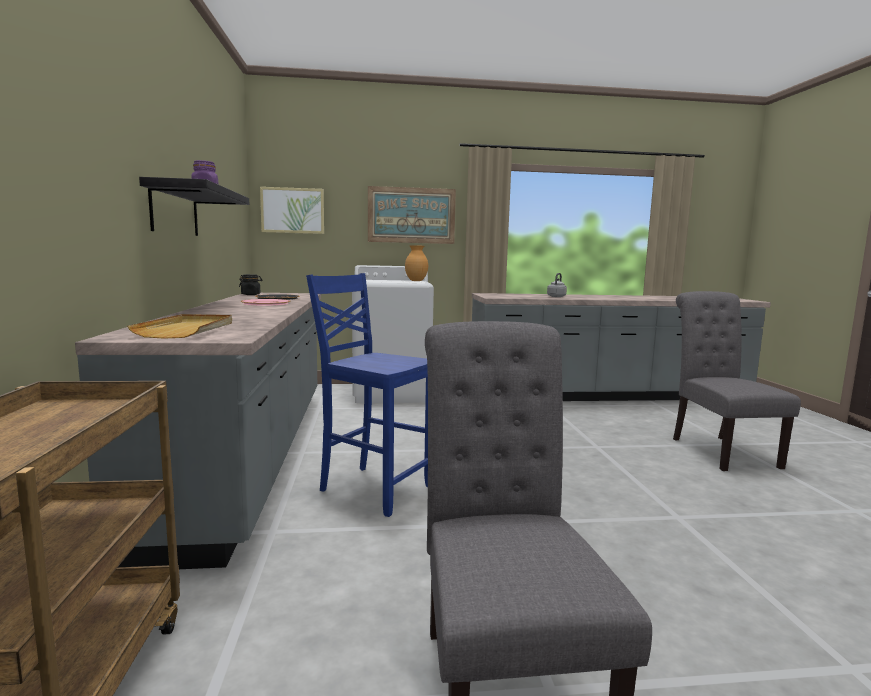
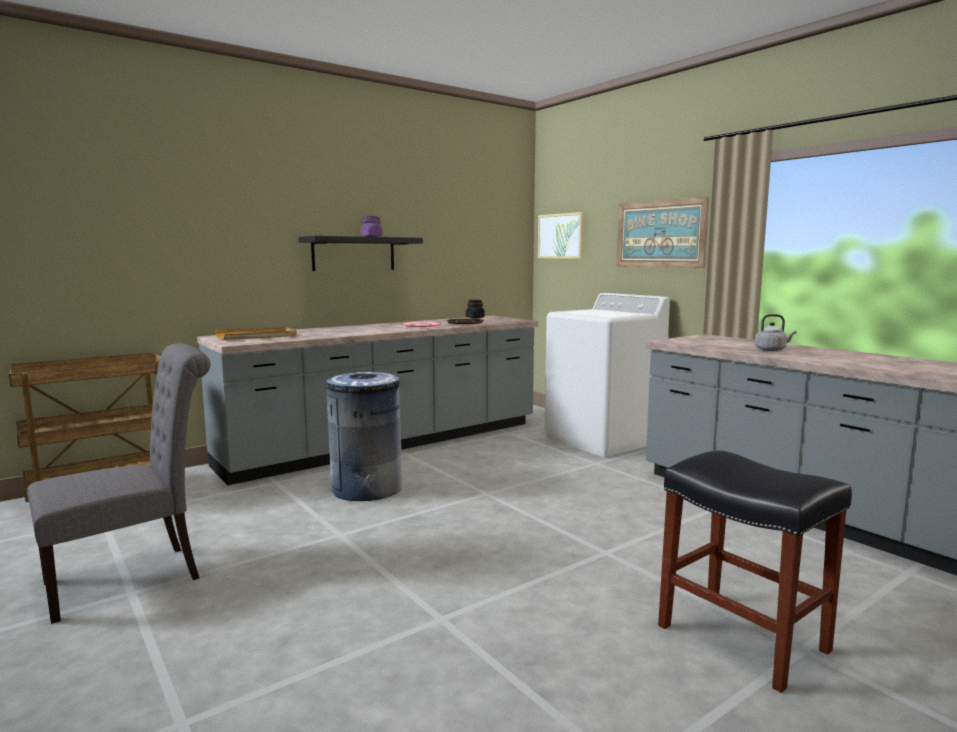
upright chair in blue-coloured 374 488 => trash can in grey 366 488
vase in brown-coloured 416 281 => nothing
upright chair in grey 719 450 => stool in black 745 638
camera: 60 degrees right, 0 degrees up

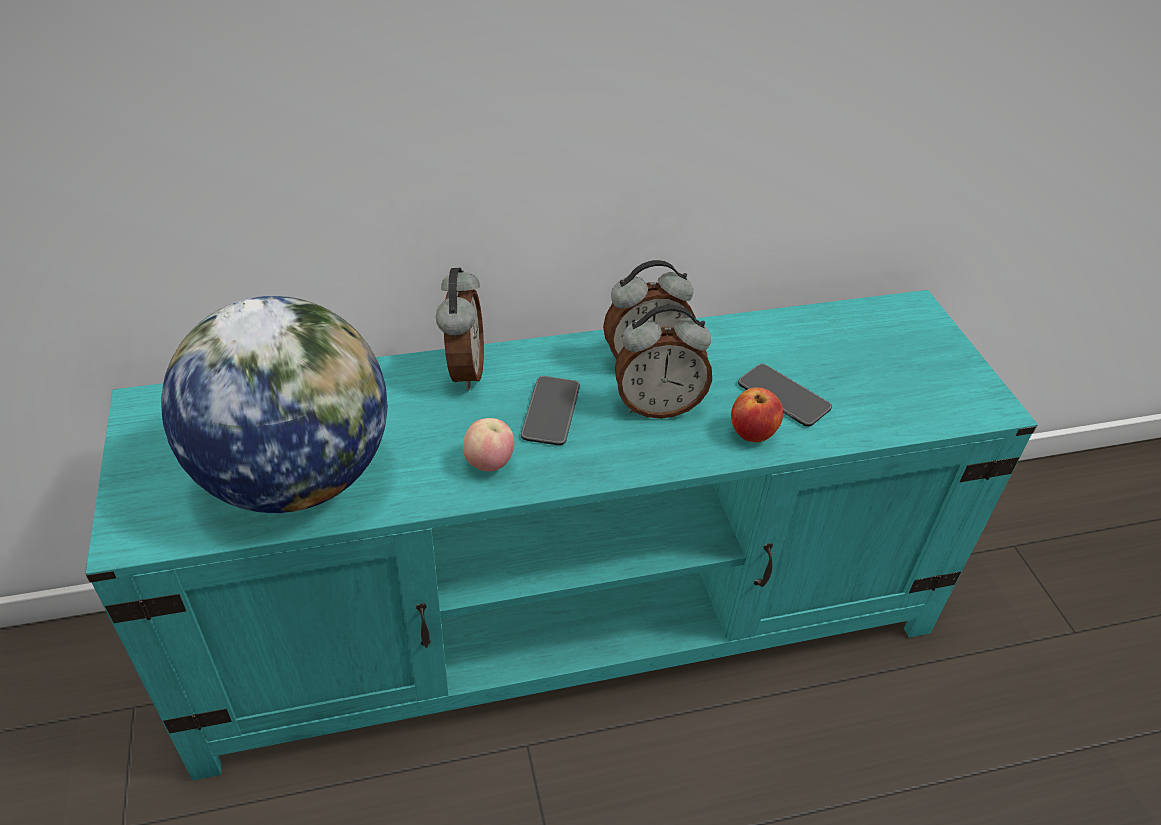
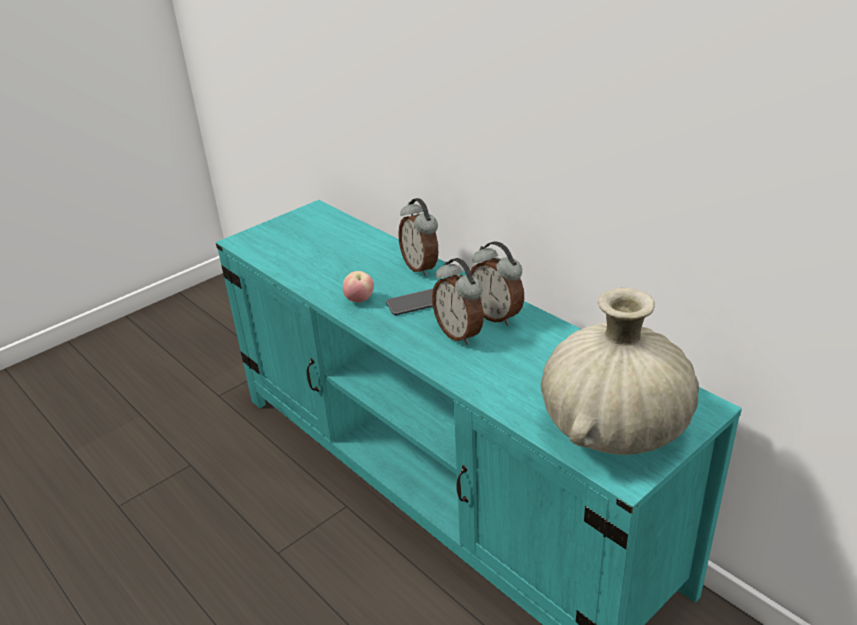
desk globe 295 477 => nothing
alarm clock 463 371 => alarm clock 421 267, 90 degrees clockwise
apple 752 433 => nothing
phone 783 396 => nothing
nothing => vase in beige-coloured 613 428
camera: 65 degrees right, 10 degrees down

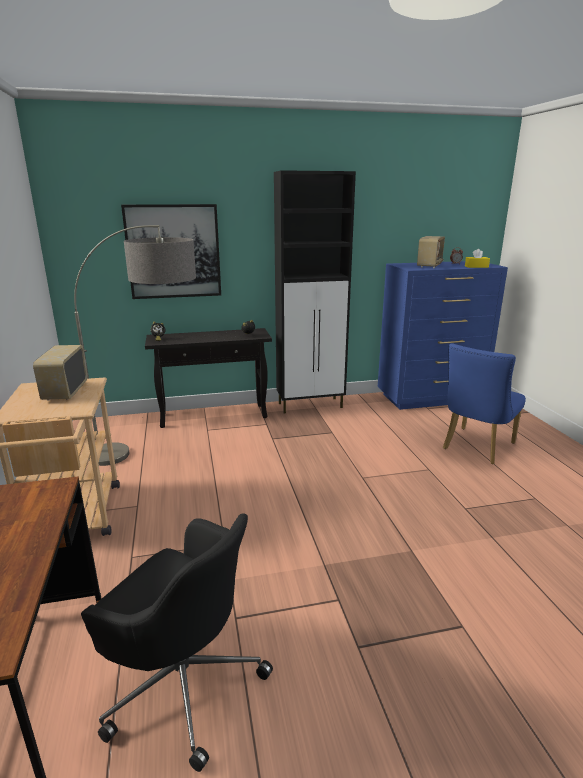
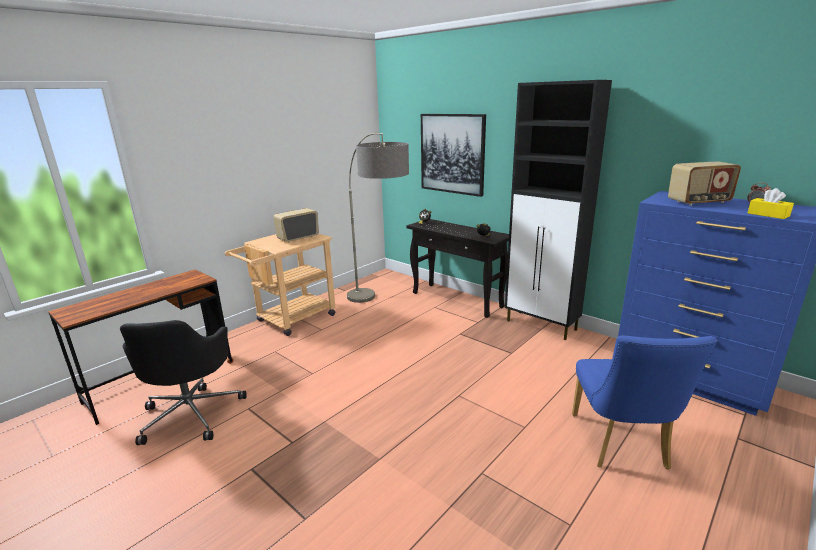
upright chair in blue-coloured 475 447 => upright chair in blue-coloured 621 446, 90 degrees counterclockwise
camera: 55 degrees right, 0 degrees up

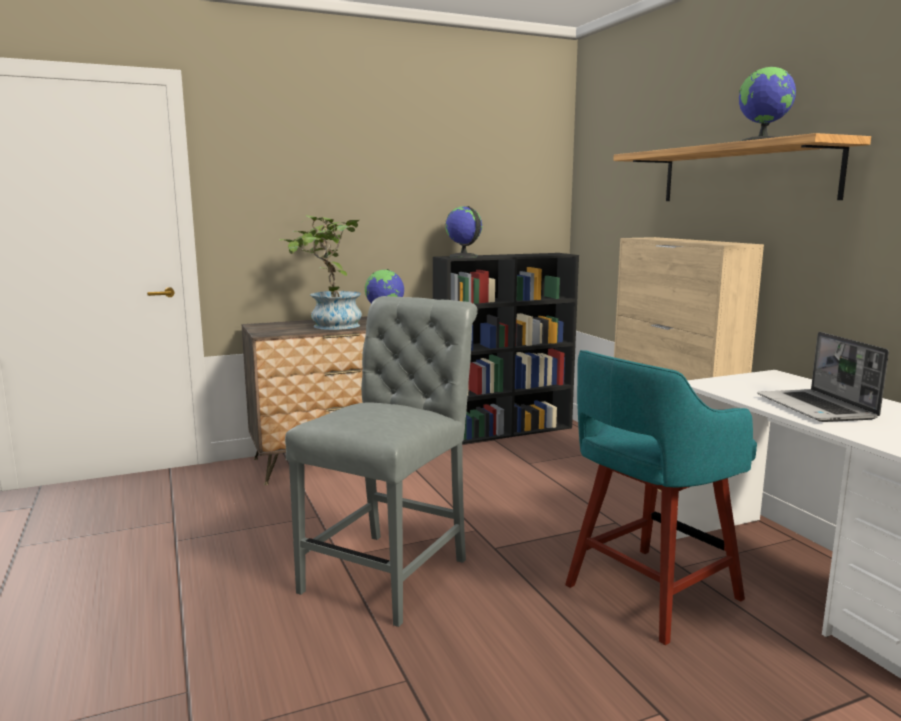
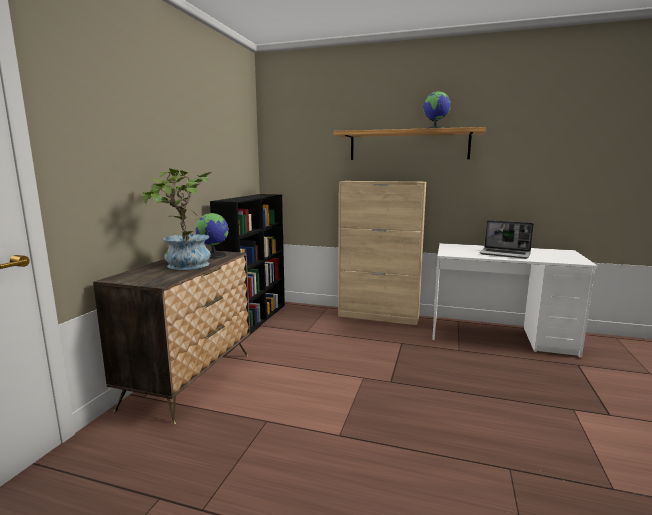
upright chair in grey 392 571 => nothing
desk globe 463 256 => nothing
stool in turquoise-coloured 648 594 => nothing
camera: 50 degrees left, 0 degrees up

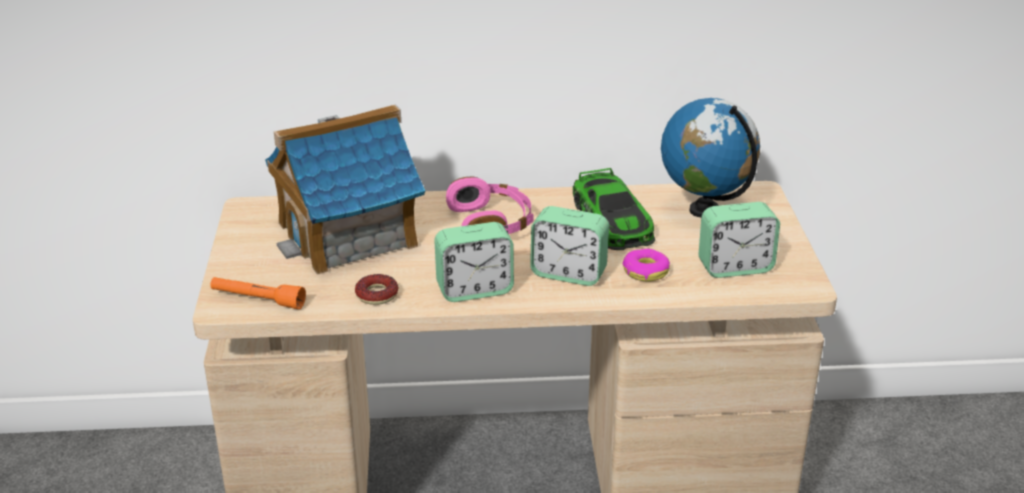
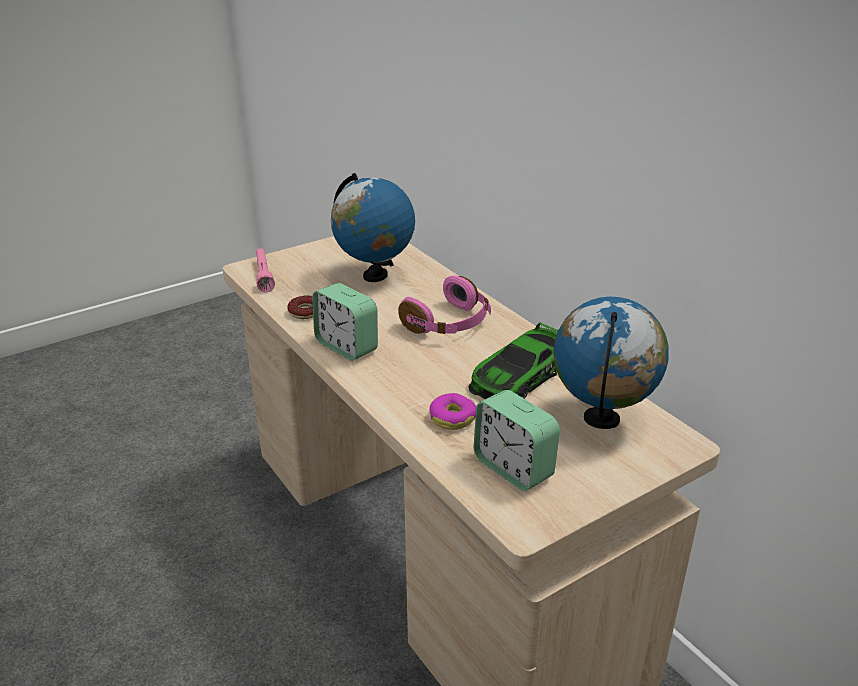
flashlight in orange 258 300 => flashlight in pink-coloured 264 275
miniature house 348 234 => desk globe 375 276
alarm clock 568 273 => nothing
camera: 60 degrees right, 0 degrees up

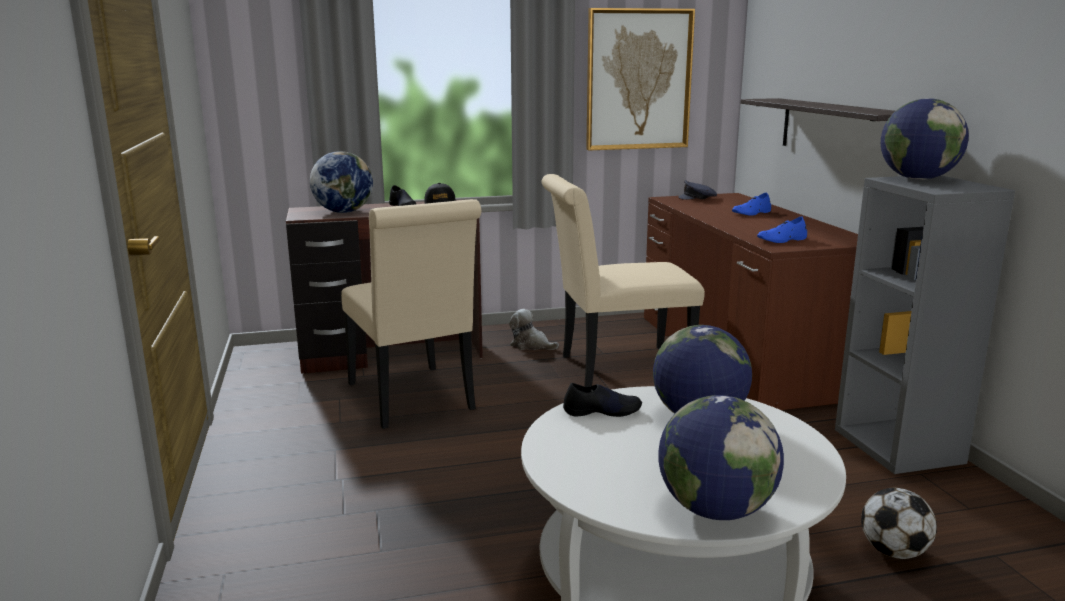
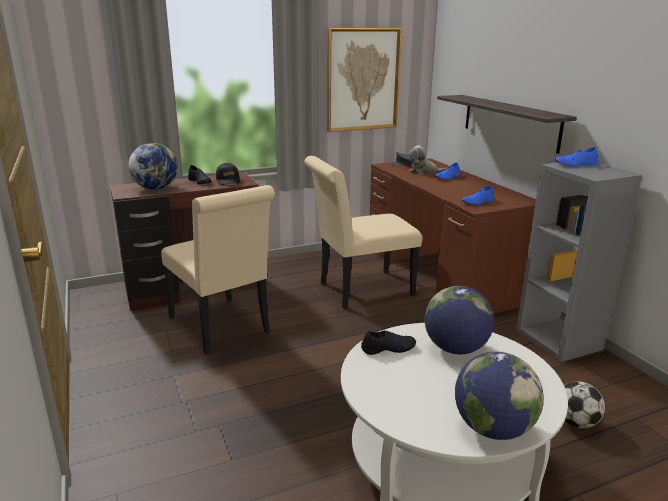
plush toy 531 345 => plush toy 423 172, shifted
desk globe 917 179 => shoe in blue-coloured 576 165
camera: 10 degrees left, 5 degrees up

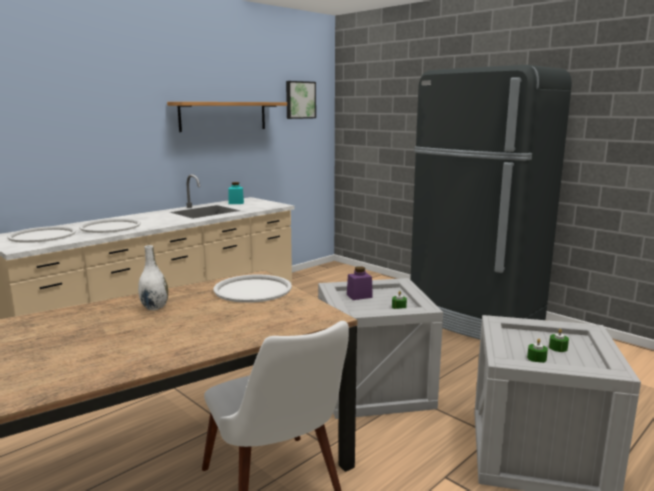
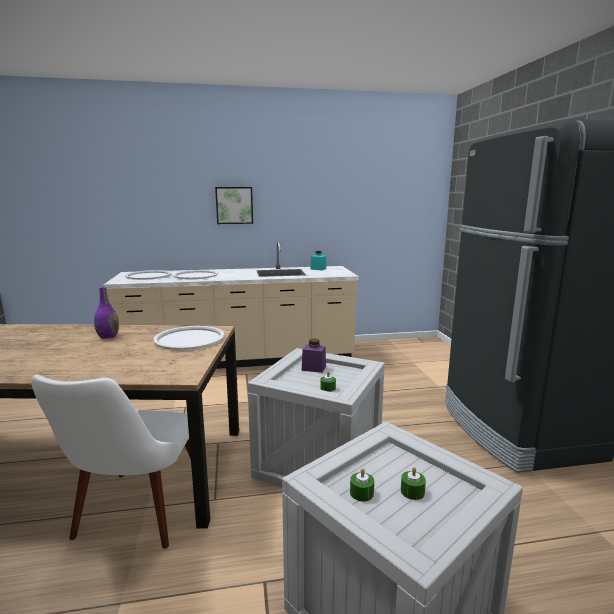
vase in white 154 307 => vase in purple 108 336
wall shelf 223 116 => nothing
wall picture 300 100 => wall picture 234 205, shifted
camera: 35 degrees right, 0 degrees up

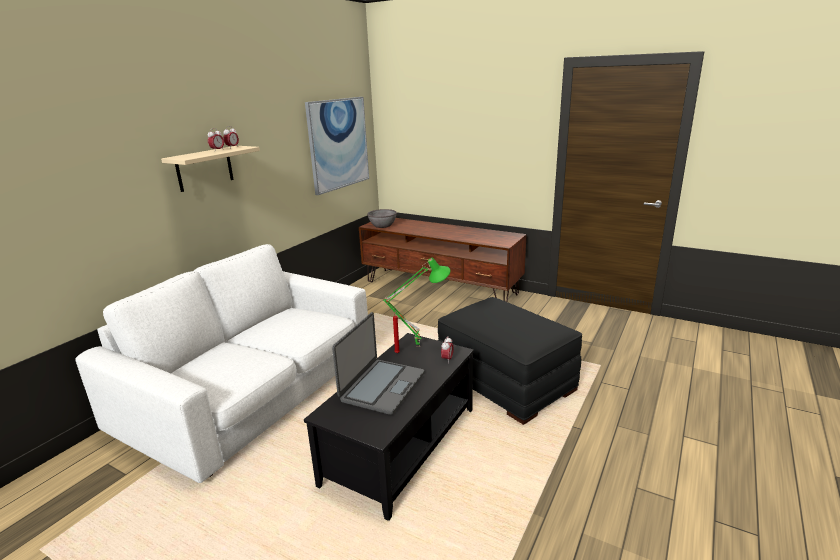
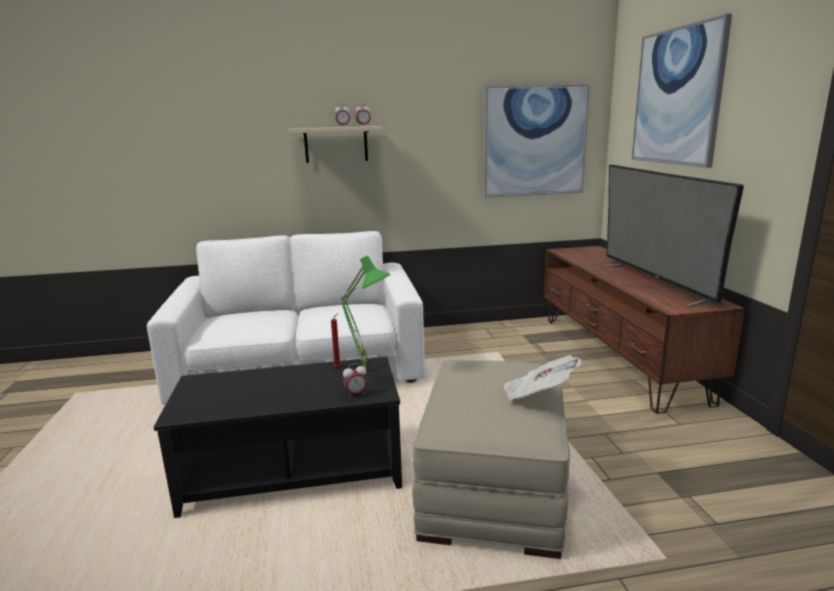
notebook computer 382 387 => nothing
bowl in grey 382 225 => nothing
pouffe in black 506 381 => pouffe in beige-coloured 494 486
nothing => daily paper 538 395
nothing => TV set 654 282
nothing => wall picture 677 97
camera: 50 degrees right, 5 degrees down

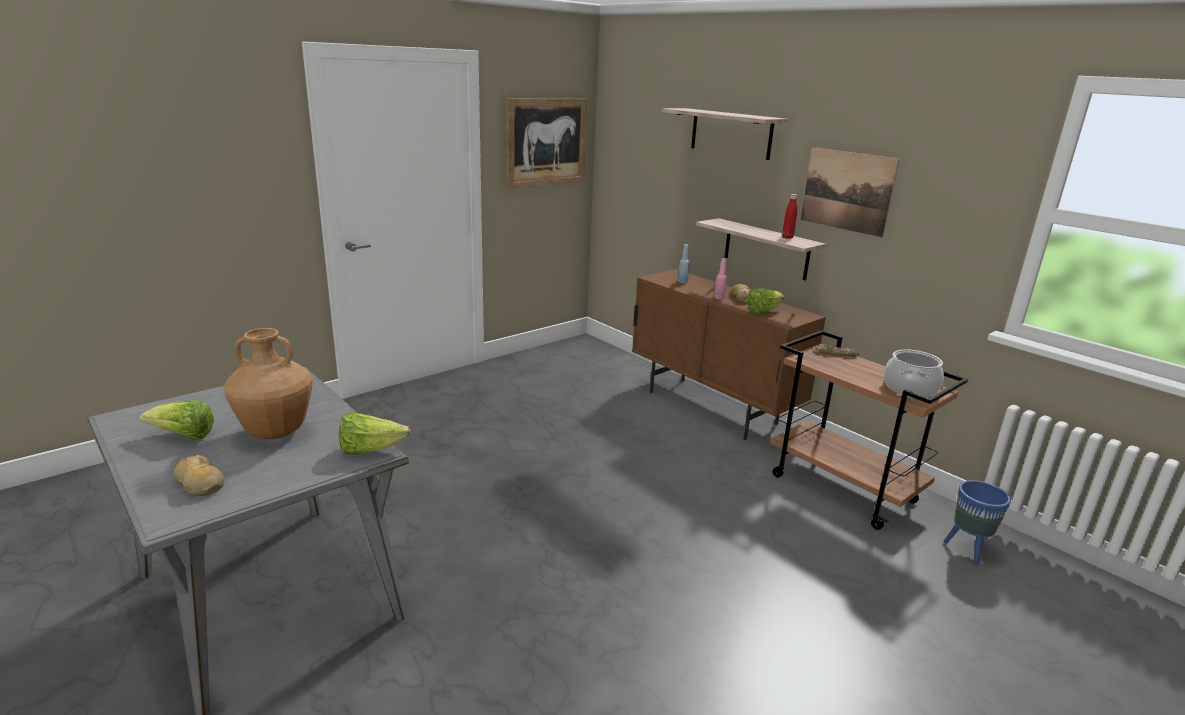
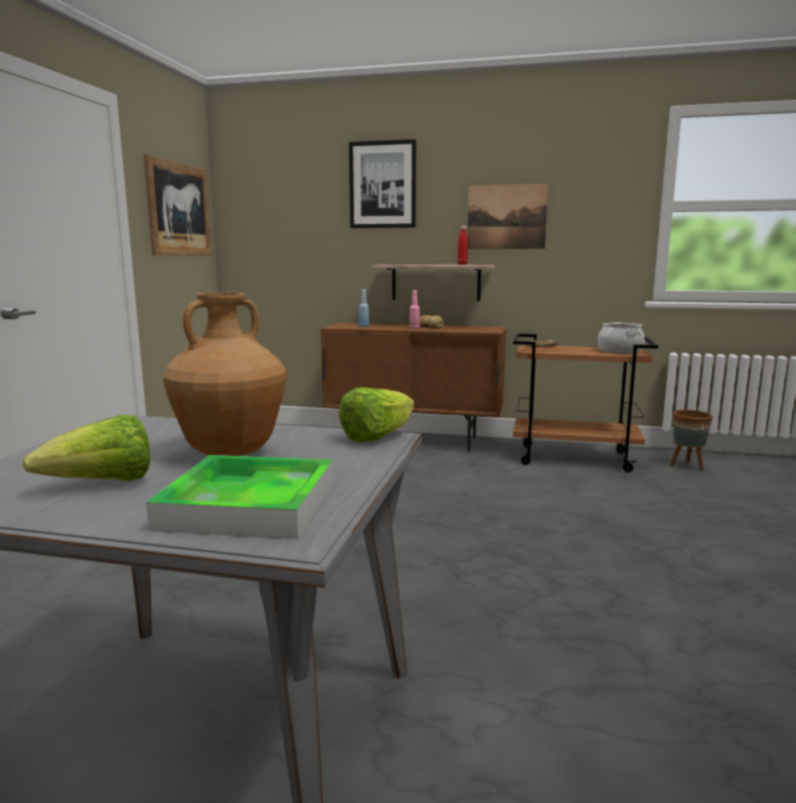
baked bread 200 484 => serving tray 249 505
wall shelf 731 133 => wall picture 382 185
head of lettuce 763 311 => nothing
flower pot in blue-coloured 966 550 => flower pot in brown-coloured 687 466
camera: 35 degrees left, 10 degrees down

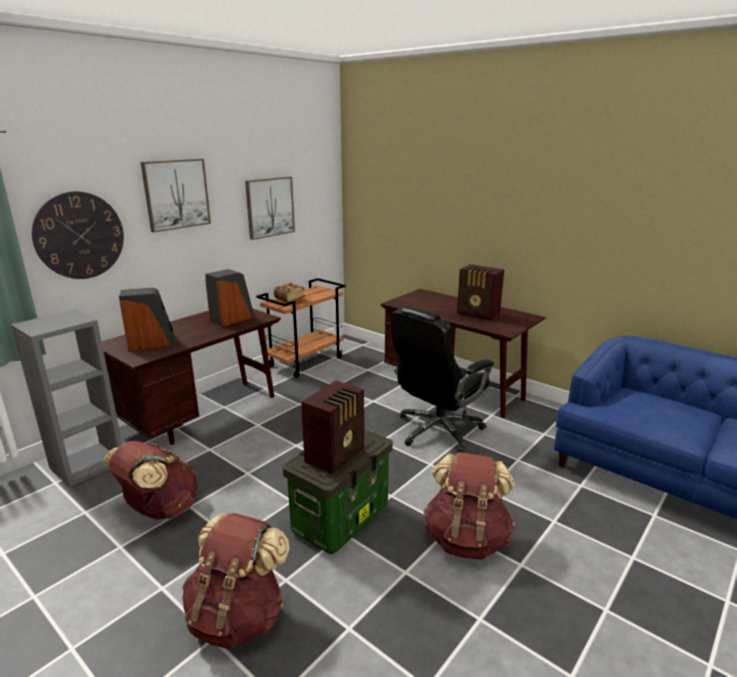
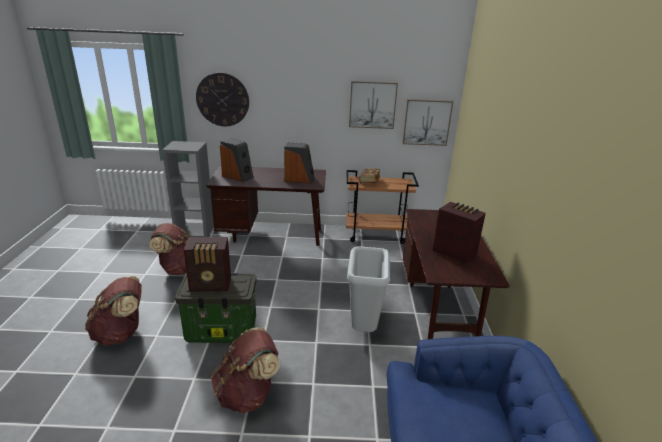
wall picture 176 194 => wall picture 426 122, shifted
desk chair in black 437 431 => trash can in grey 363 328
radio 478 314 => radio 454 252, 135 degrees clockwise
camera: 50 degrees right, 5 degrees up

